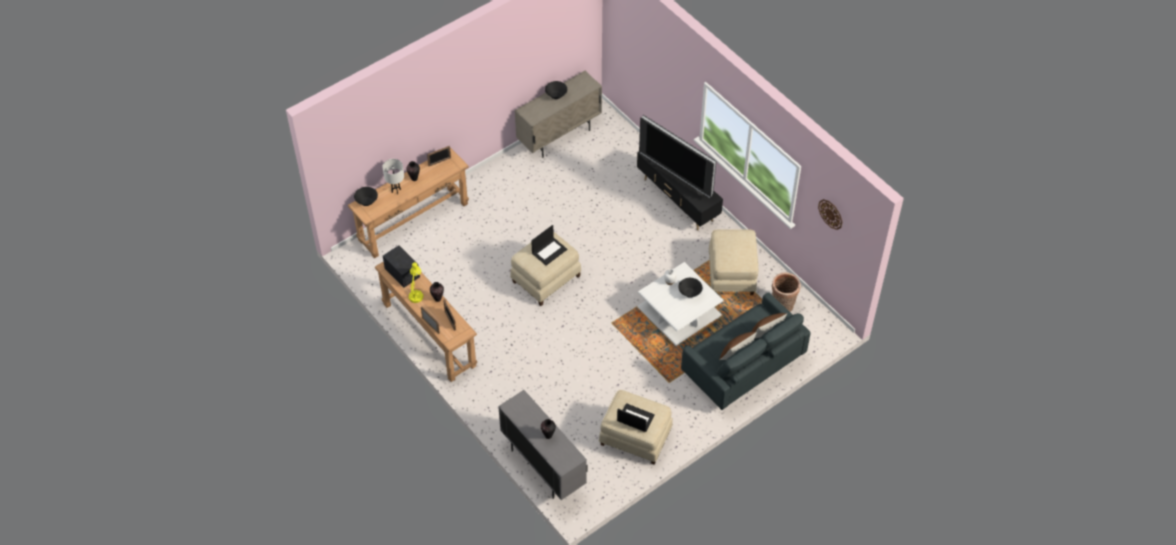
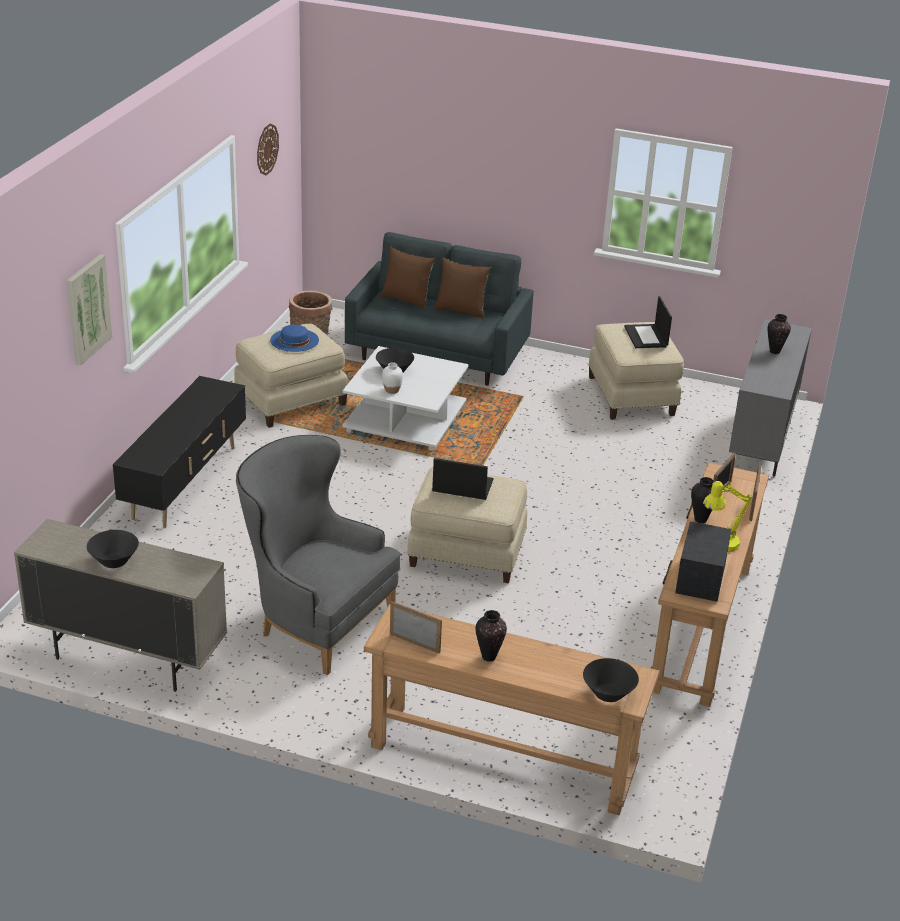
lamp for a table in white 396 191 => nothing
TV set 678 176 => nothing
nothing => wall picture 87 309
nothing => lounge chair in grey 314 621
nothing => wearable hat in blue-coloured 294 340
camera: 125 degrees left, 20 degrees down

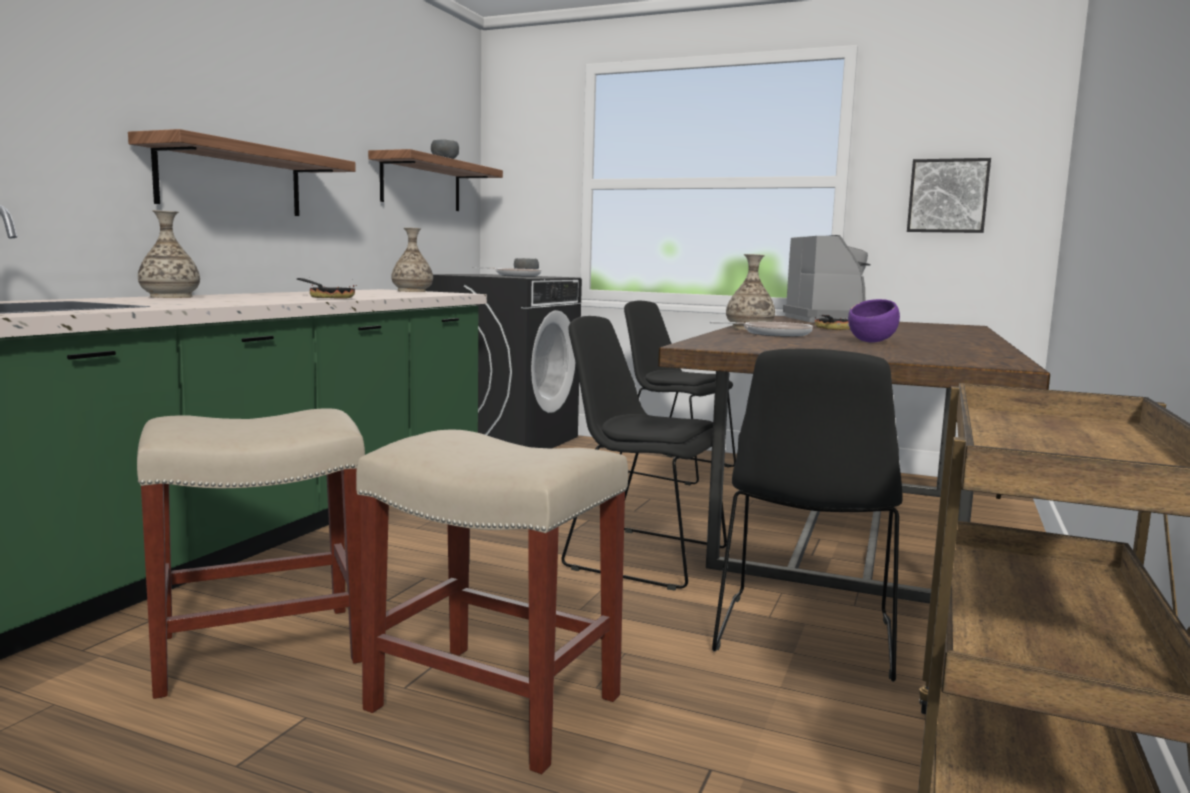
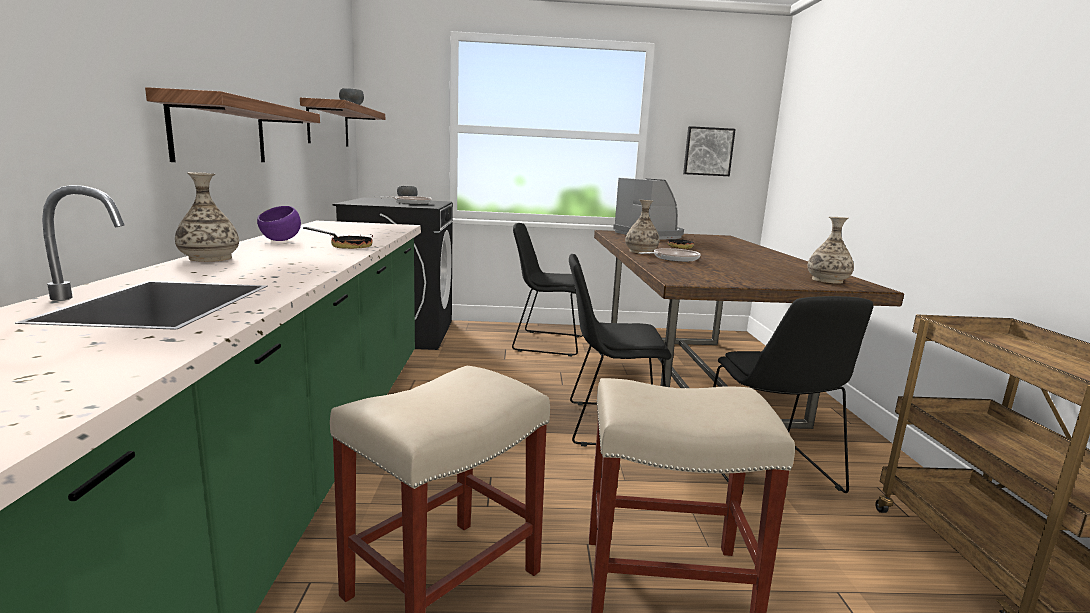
vase 412 291 => vase 827 280, shifted
bowl in purple 872 342 => bowl in purple 281 240, shifted
camera: 25 degrees left, 5 degrees up

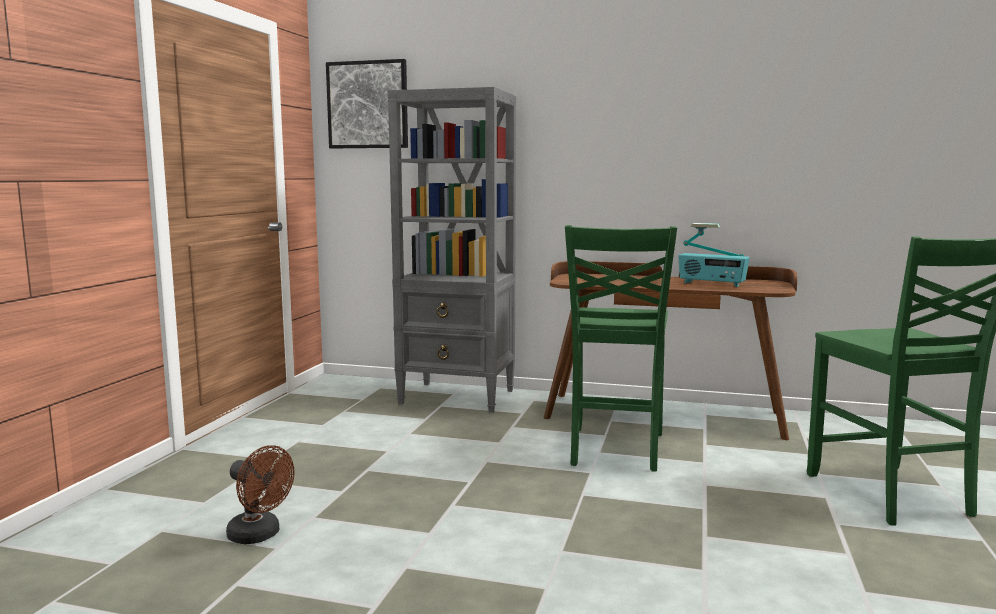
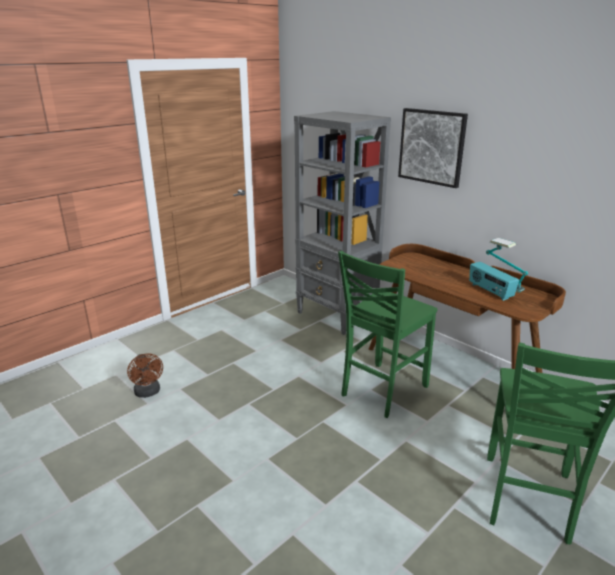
wall picture 368 105 => wall picture 432 147, shifted
camera: 30 degrees right, 15 degrees up

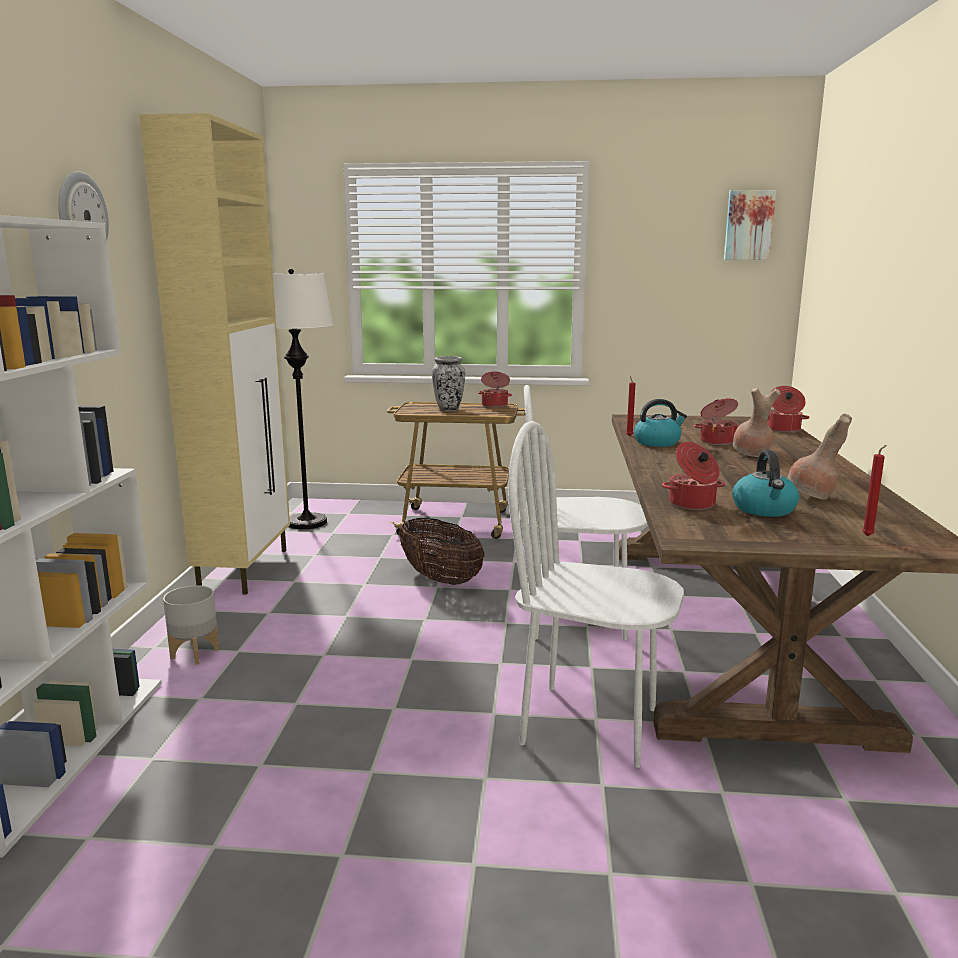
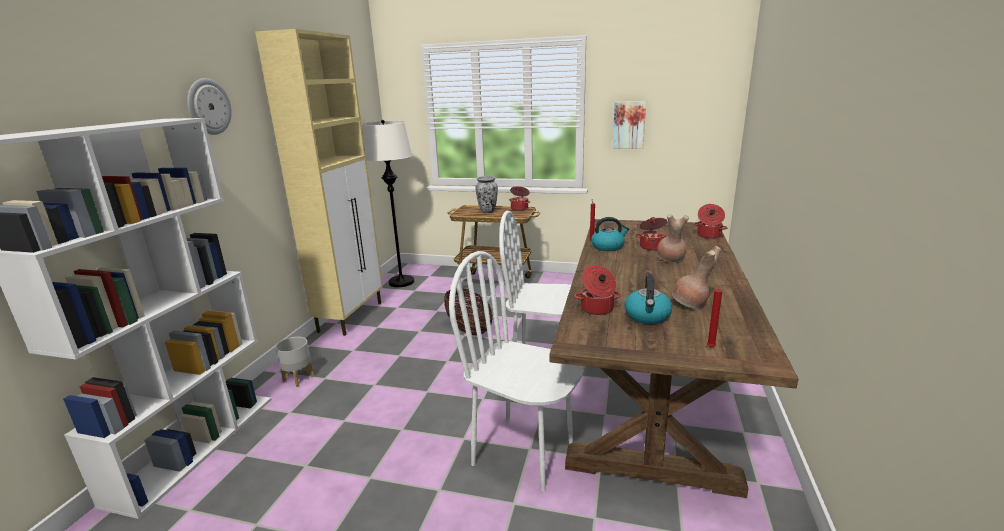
wall picture 748 225 => wall picture 629 125, shifted
camera: 10 degrees right, 5 degrees up

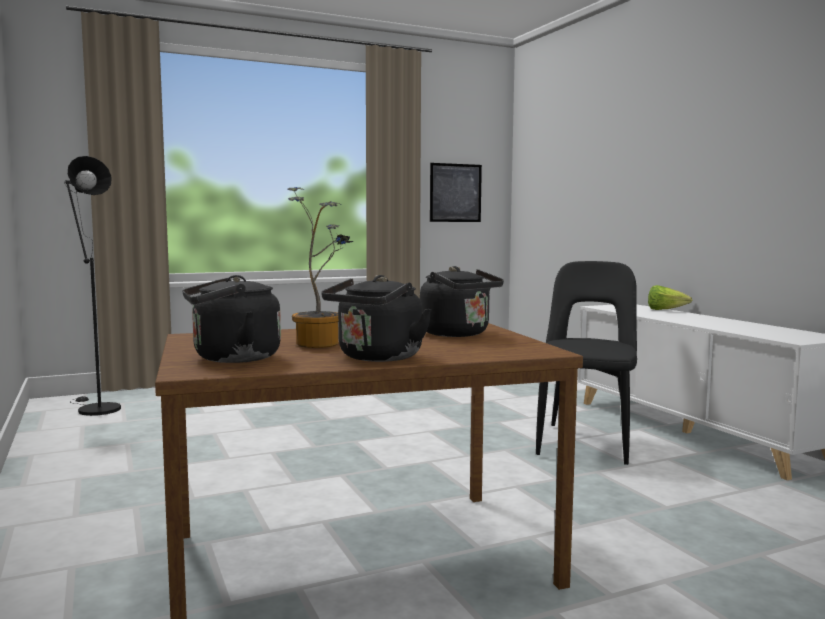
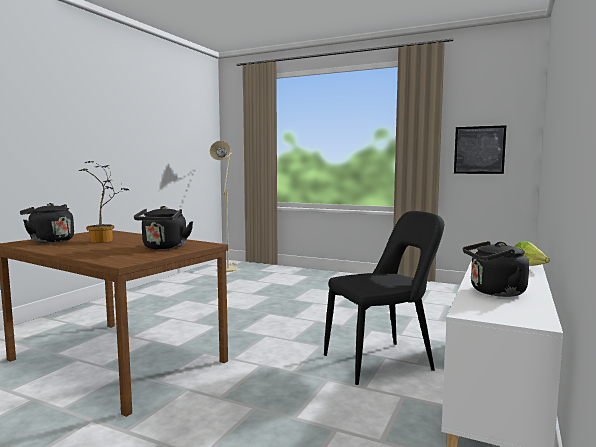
floor lamp in black 95 408 => floor lamp in beige-coloured 228 268
tea kettle in black 377 358 => tea kettle in black 494 292, shifted
camera: 50 degrees right, 0 degrees up

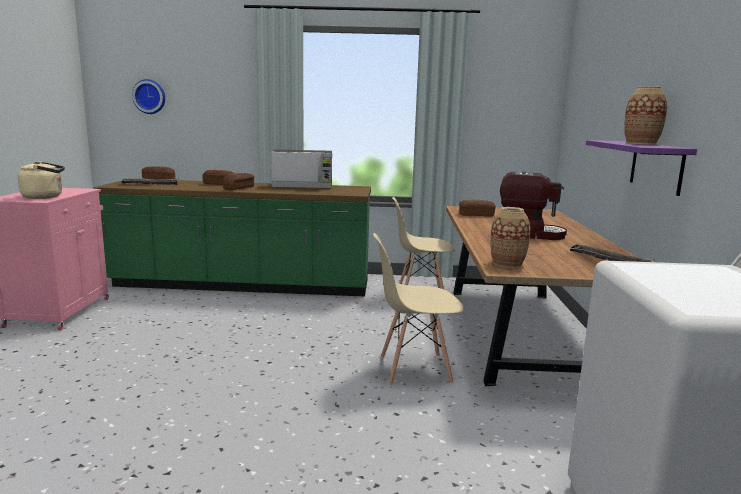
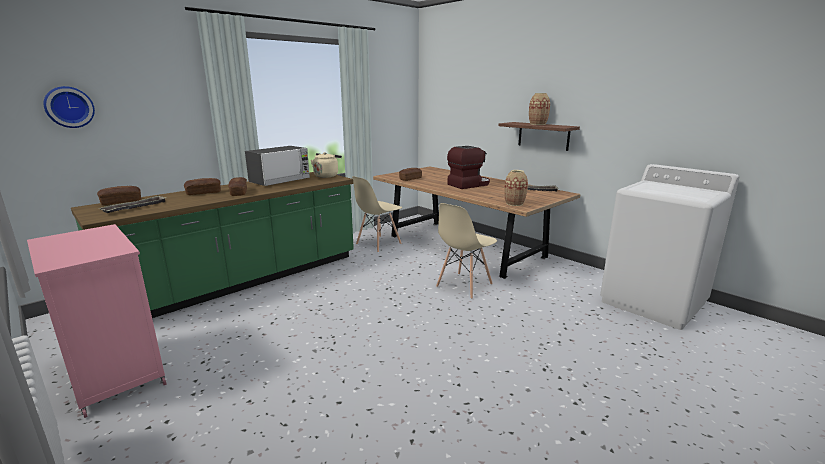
tea kettle in beige-coloured 45 197 => tea kettle in beige-coloured 327 175, shifted
wall shelf in purple 656 166 => wall shelf in brown-coloured 543 136
camera: 45 degrees left, 5 degrees up

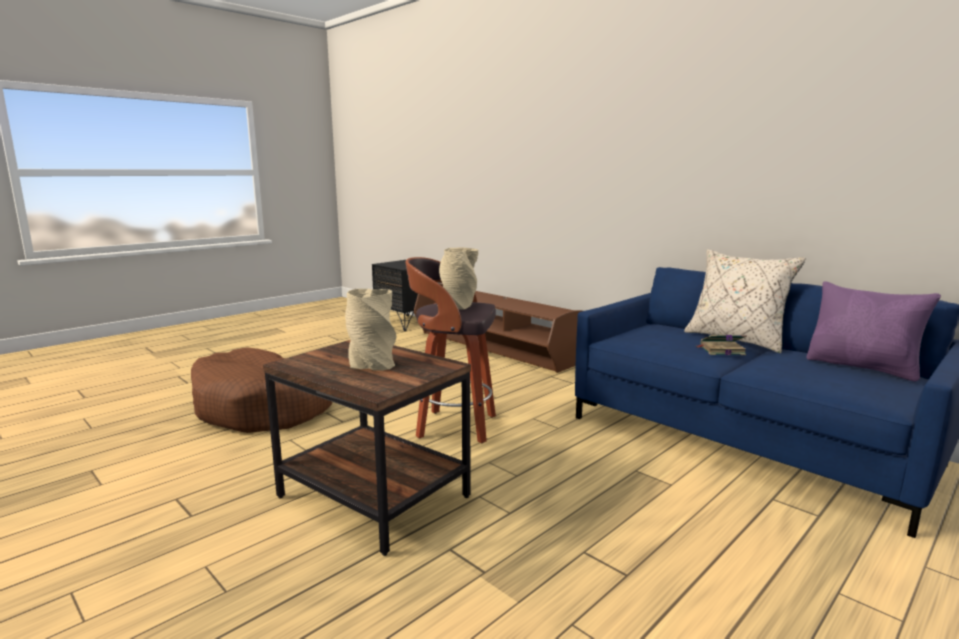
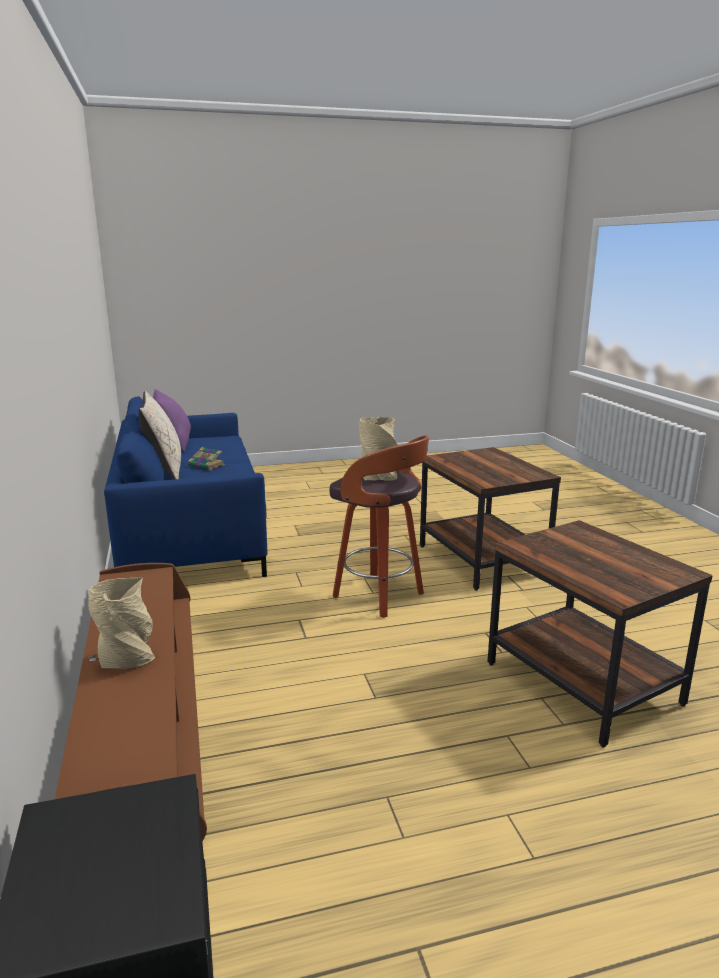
dog bed in brown-coloured 262 408 => end table in brown-coloured 583 683
vase in beige-coloured 372 363 => vase in beige-coloured 128 659, shifted
camera: 150 degrees left, 5 degrees up

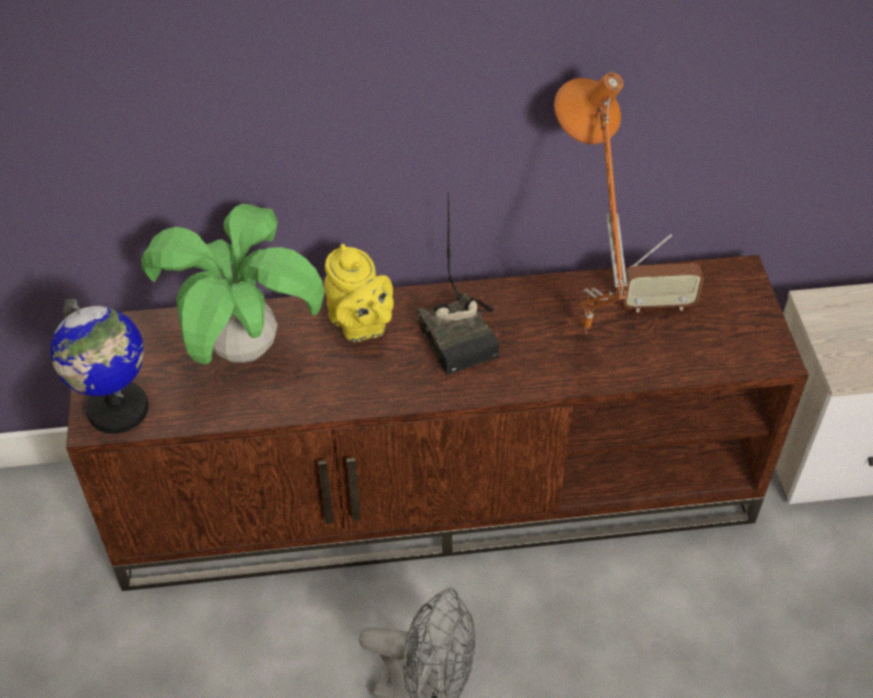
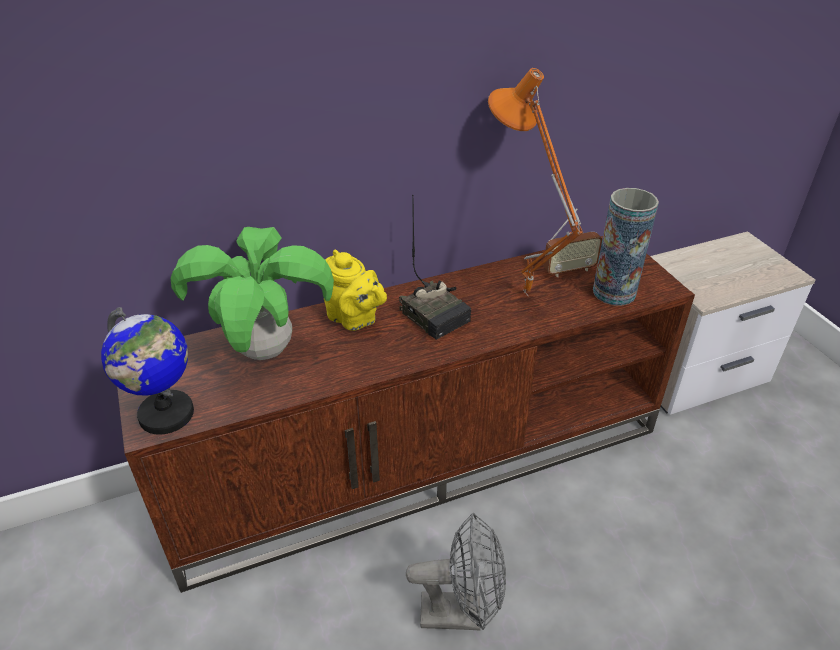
nothing => vase 614 292
camera: 15 degrees left, 10 degrees down

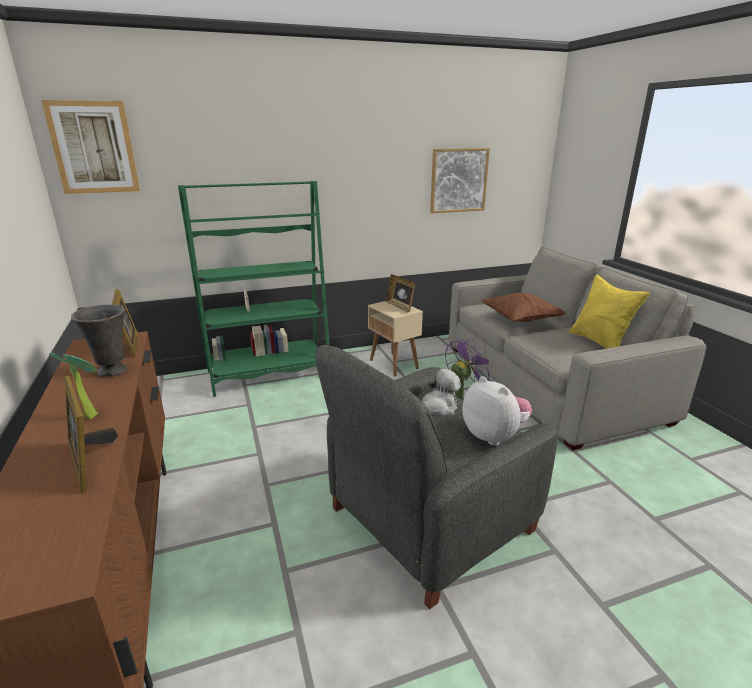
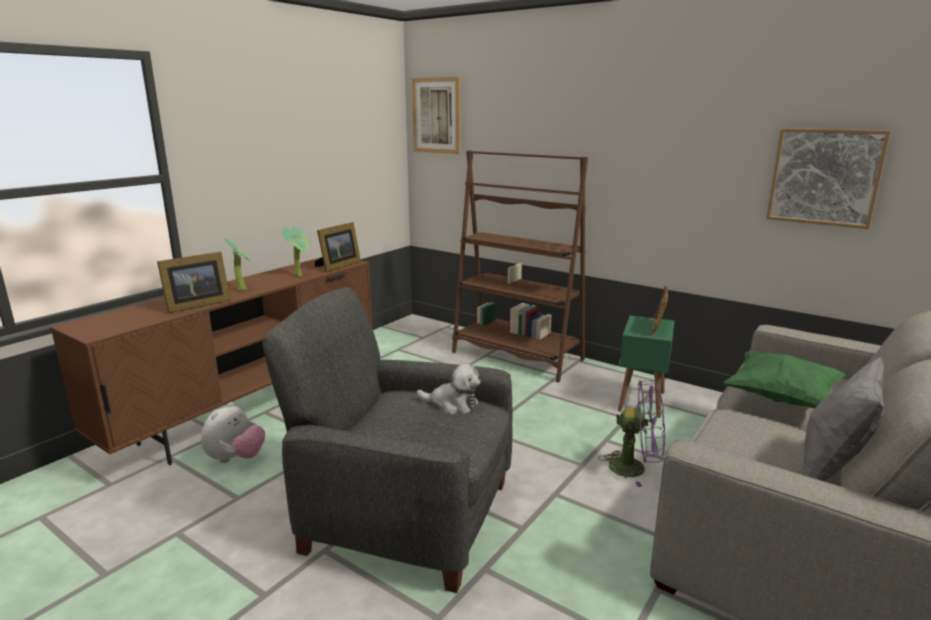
picture frame 90 461 => picture frame 195 305, 150 degrees counterclockwise
vase in grey 113 371 => houseplant 300 275
bookshelf in green 269 374 => bookshelf in brown-coloured 517 356
end table in beige-coloured 394 364 => end table in green 641 402
plush toy 494 436 => plush toy 236 458, shifted
cushion in brown-coloured 520 320 => cushion in green 781 398
cushion in yellowish 600 343 => cushion in grey 831 473
camera: 55 degrees right, 5 degrees down

